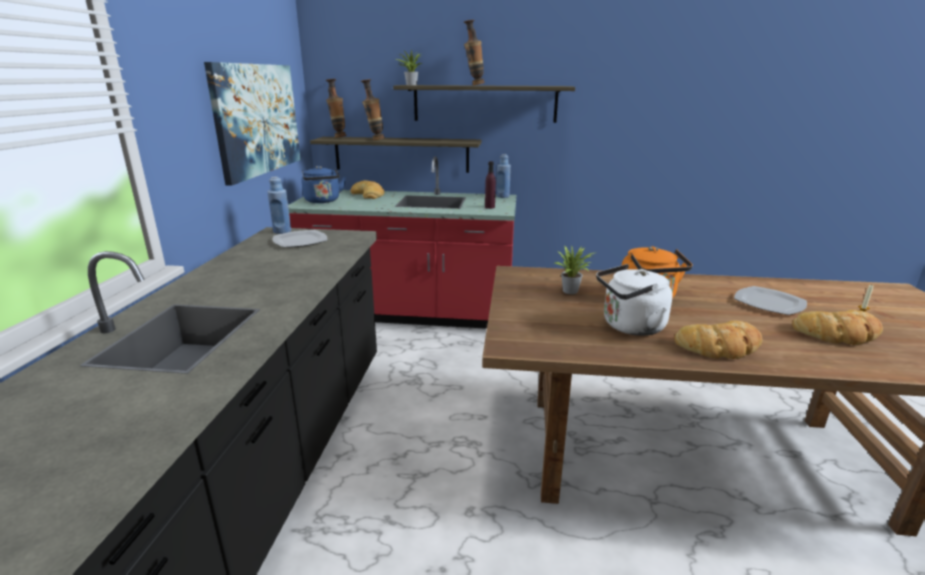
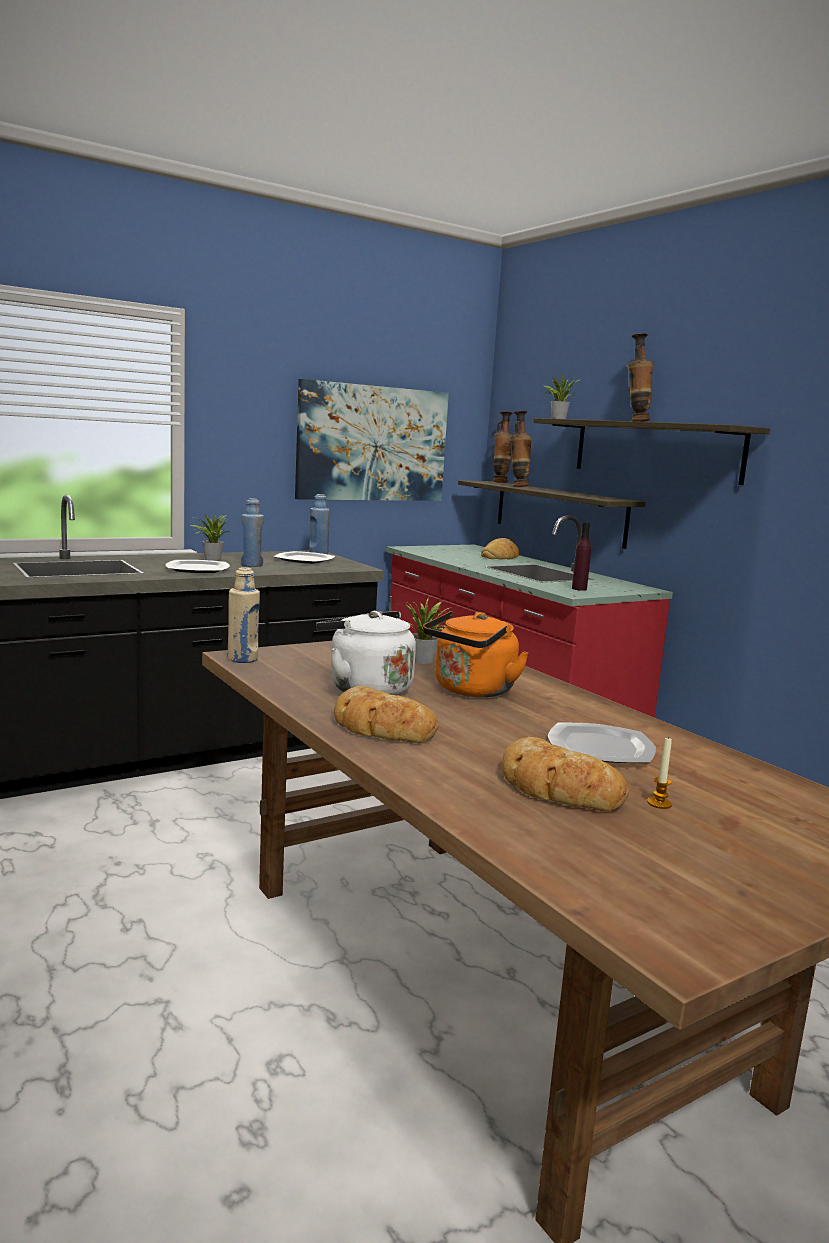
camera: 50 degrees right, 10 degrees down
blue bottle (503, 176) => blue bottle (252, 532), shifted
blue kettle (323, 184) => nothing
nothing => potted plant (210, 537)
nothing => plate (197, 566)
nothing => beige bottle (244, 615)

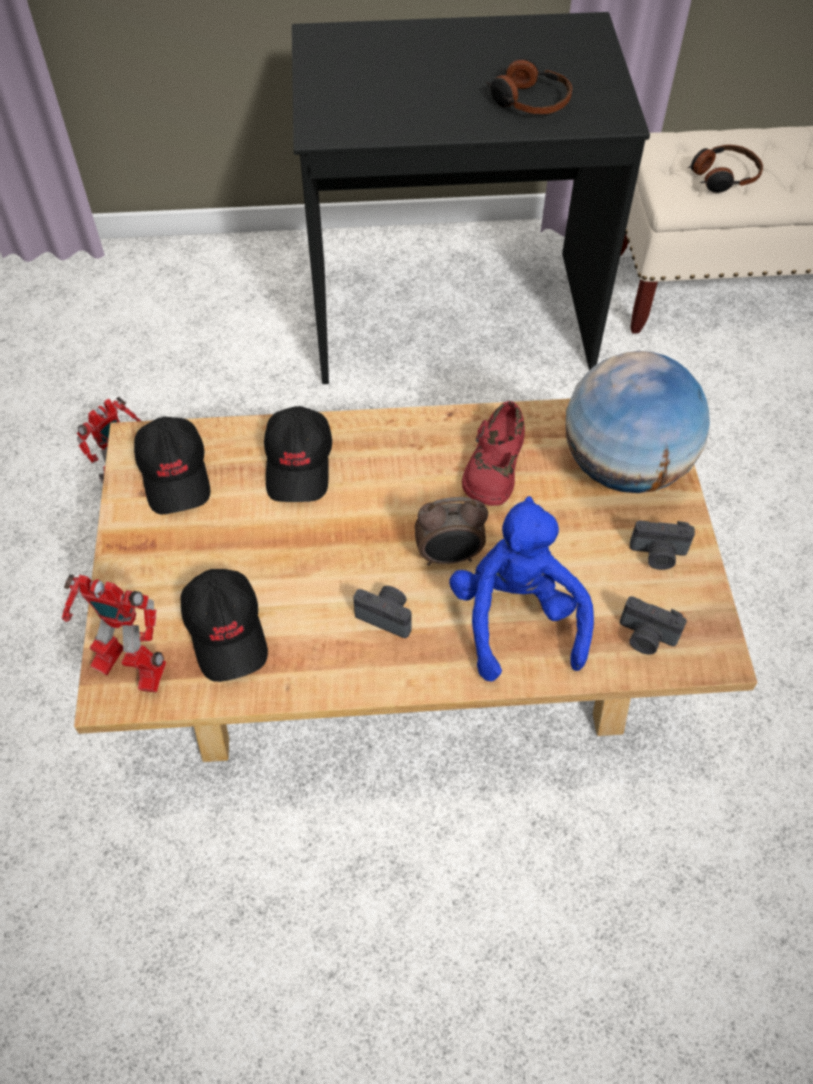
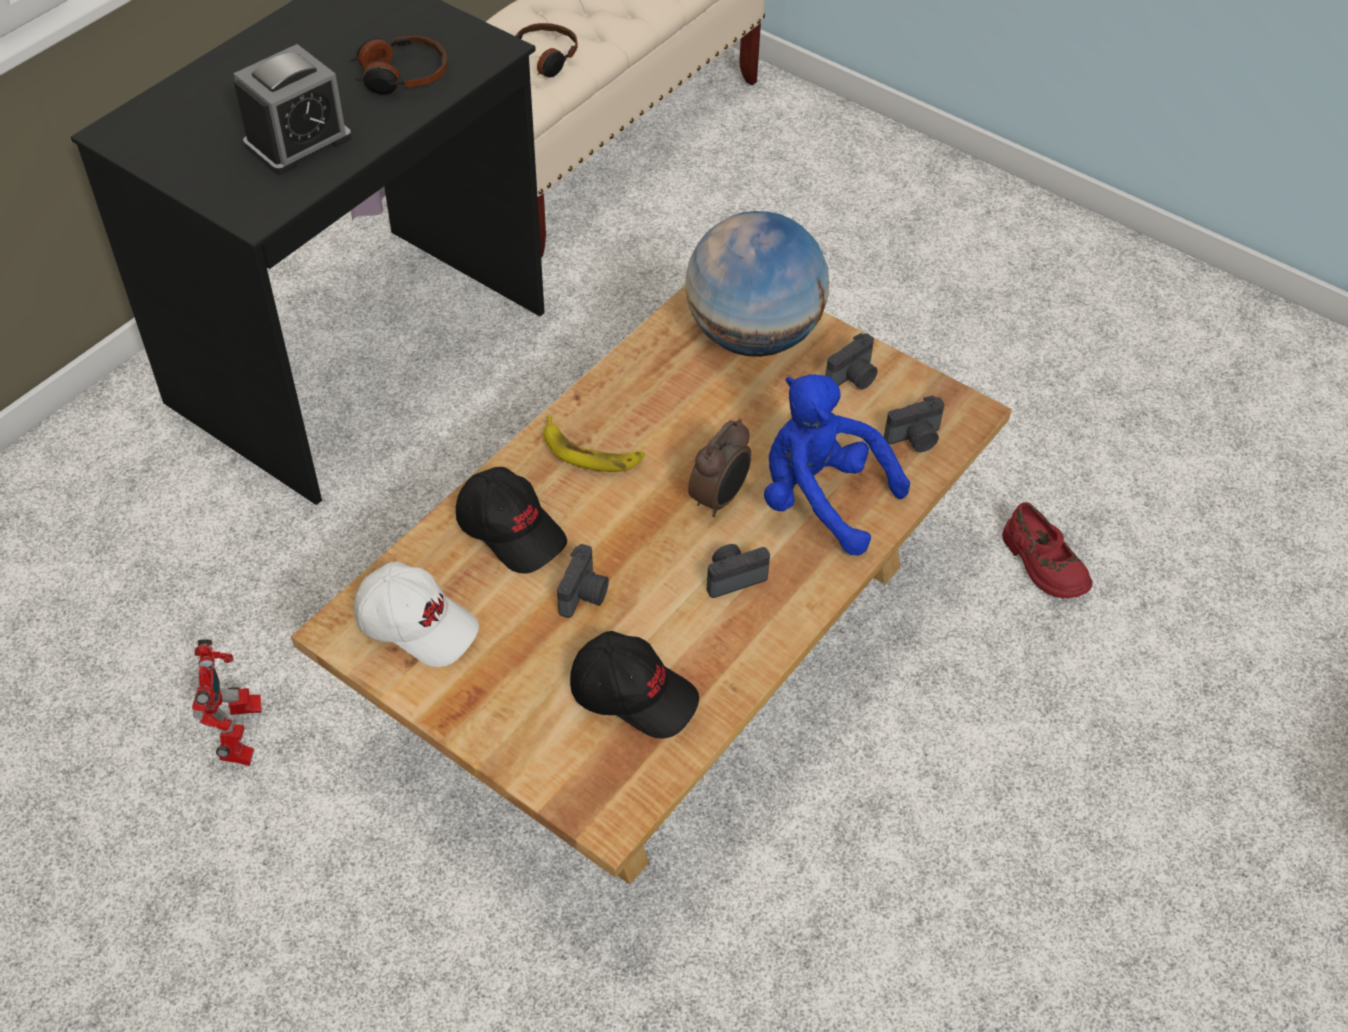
camera: 50 degrees left, 5 degrees down
red shoe (493, 453) => red shoe (1047, 550), shifted
black cap (172, 465) => white cap (416, 614)
toy robot (114, 633) => nothing
nothing => alarm clock (292, 109)
nothing => banana (594, 444)
nothing => photo camera (583, 581)

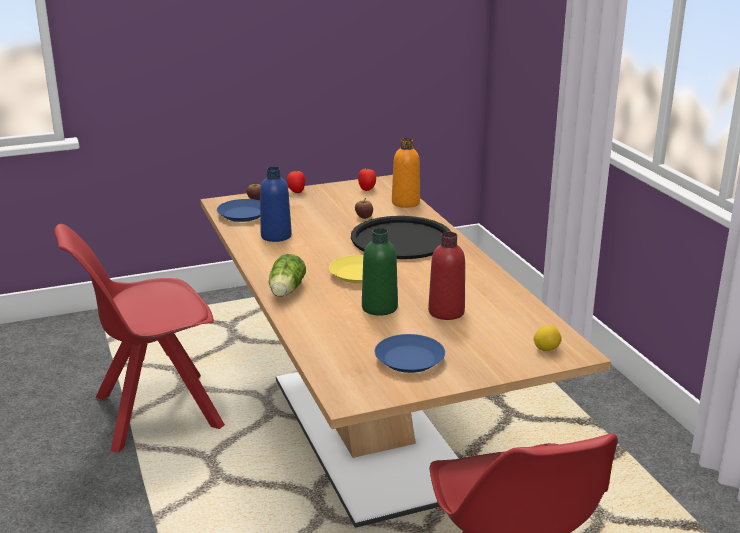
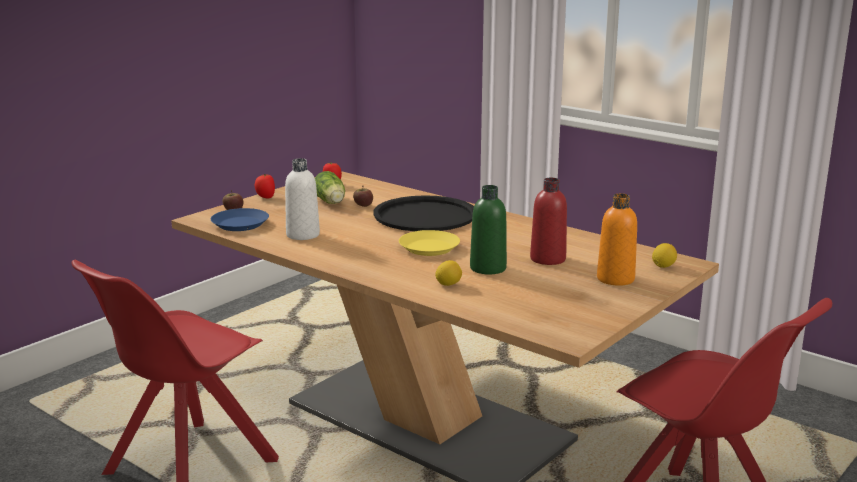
camera: 30 degrees left, 5 degrees down
orange bottle (406, 173) => orange bottle (617, 239), shifted
blue bottle (276, 204) => white bottle (302, 199)
lettuce (287, 275) => lettuce (330, 187), shifted
blue plate (410, 353) => nothing
nothing => lemon (448, 273)

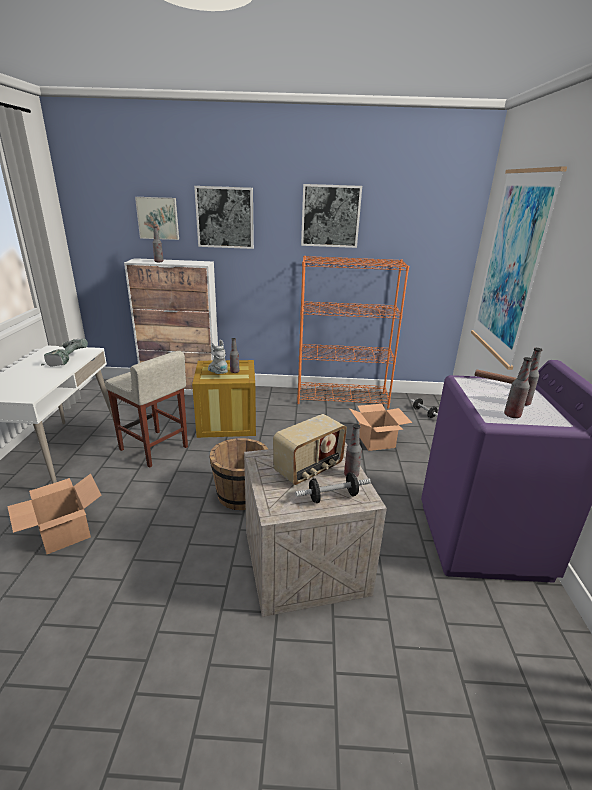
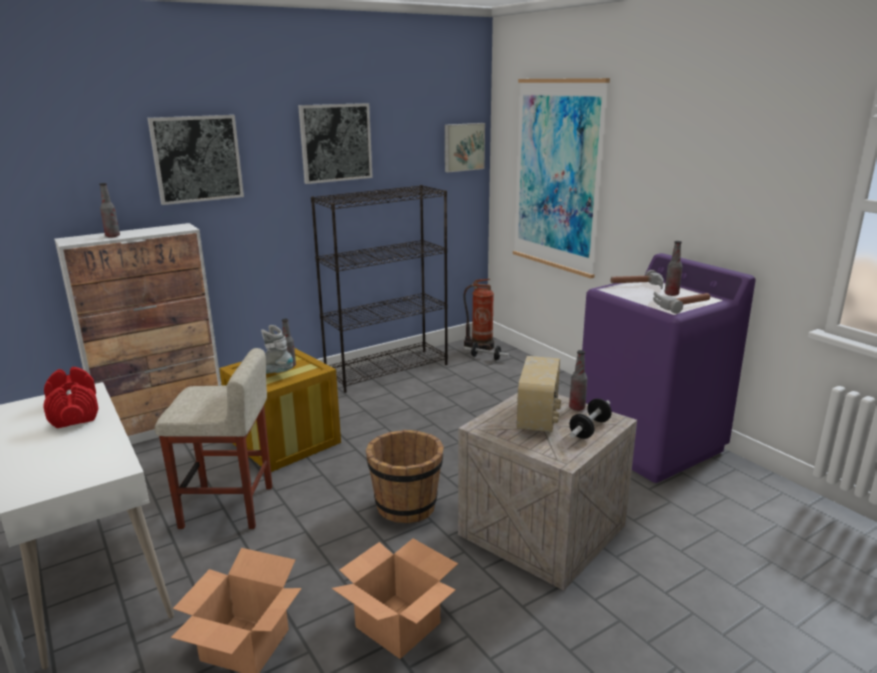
camera: 35 degrees left, 5 degrees down
picture (157, 218) => picture (465, 147), shifted
orange bookcase (353, 332) => black bookcase (379, 289)
power drill (64, 353) => red dumbbell (70, 397)
bottle (518, 387) => hammer (681, 303)
cardboard box (380, 427) => cardboard box (395, 598), shifted
nothing => fire extinguisher (479, 314)

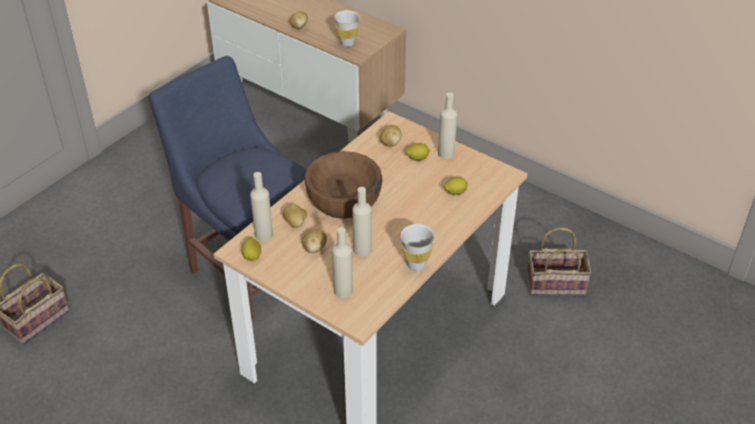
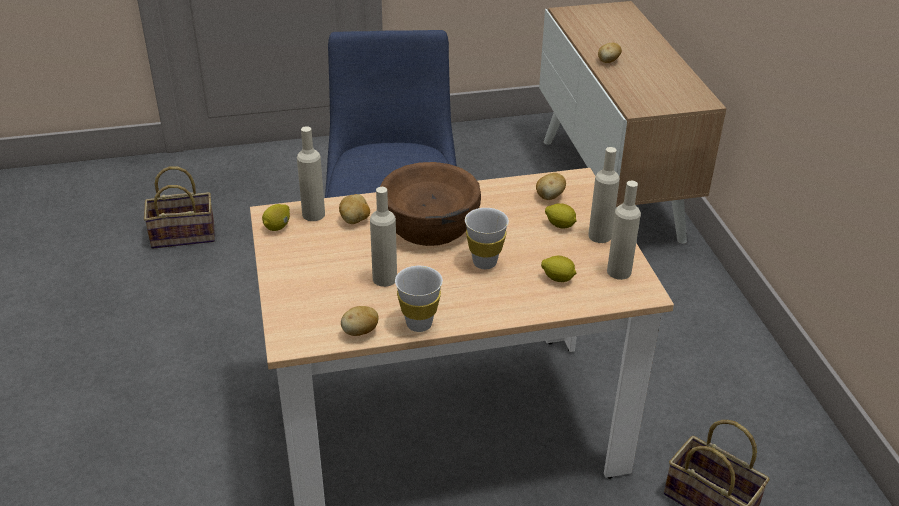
camera: 40 degrees right, 5 degrees down
white cup (347, 28) => white cup (487, 238), shifted
beige bottle (342, 262) => beige bottle (624, 230), shifted
potato (314, 241) => potato (360, 321), shifted

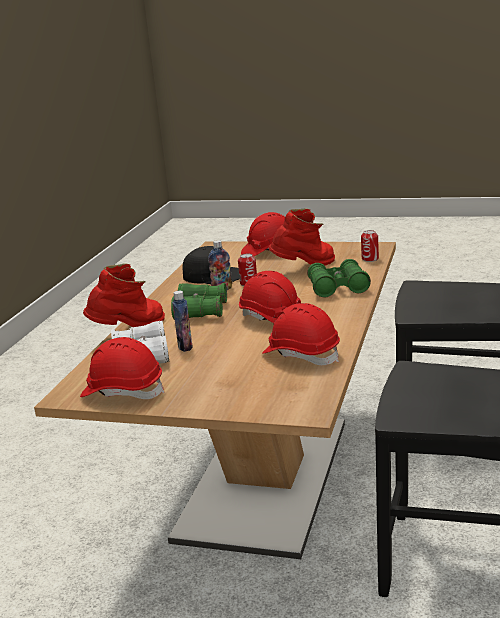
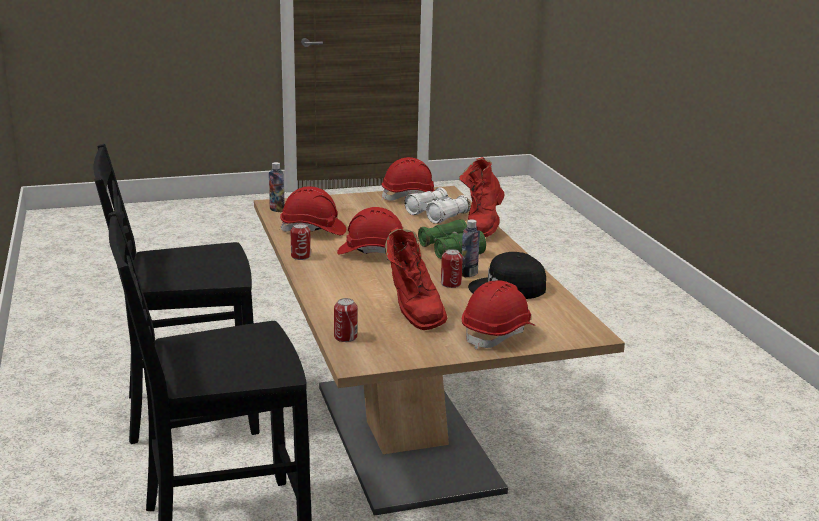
camera: 145 degrees right, 0 degrees up
red boot (302, 237) => red boot (416, 278), 45 degrees counterclockwise
green binoculars (339, 278) => nothing
bottle (182, 321) => bottle (277, 187), shifted
nothing => can (301, 242)

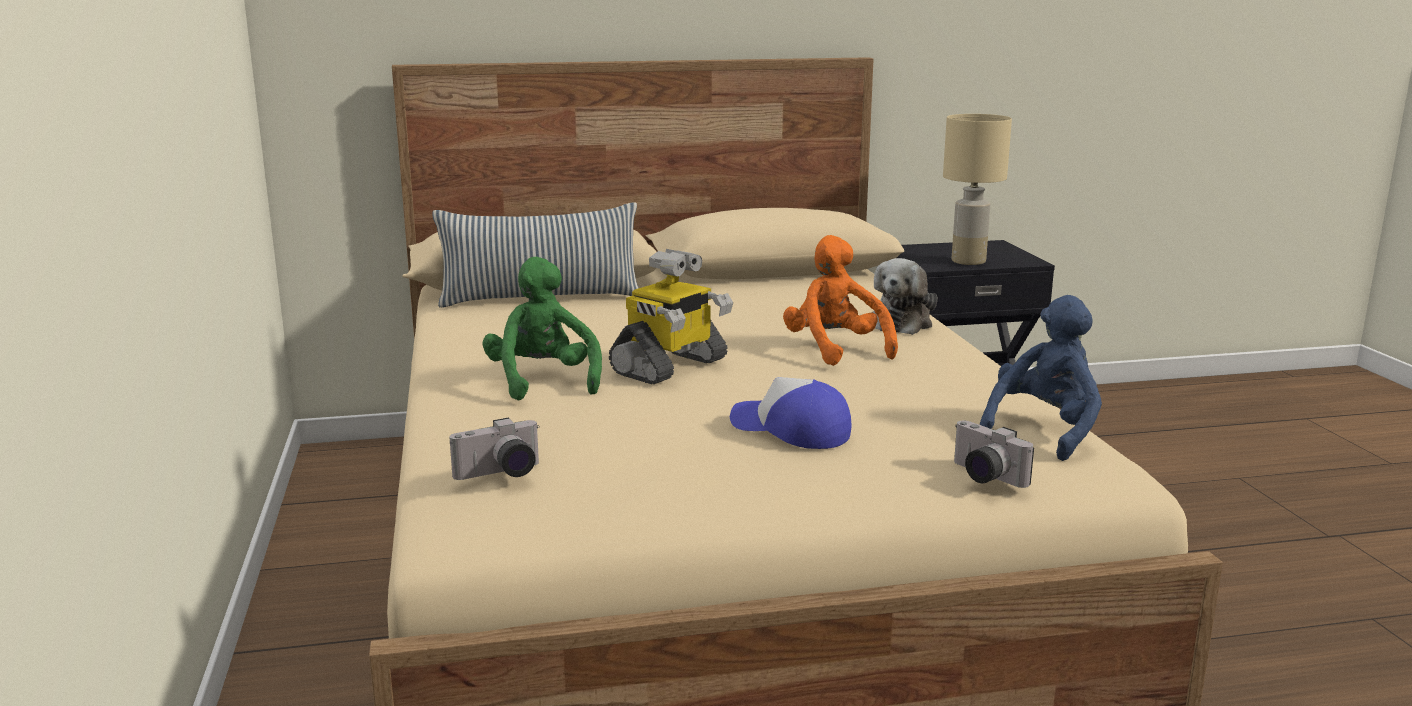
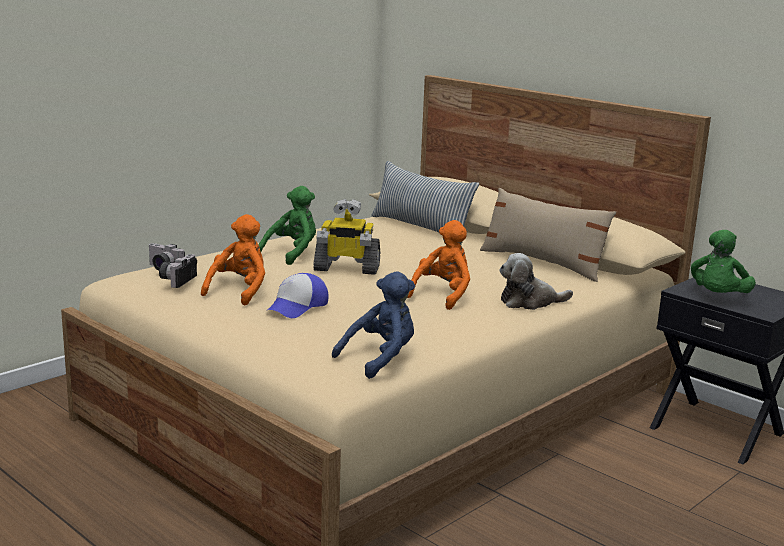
camera: 55 degrees right, 0 degrees up
beige table lamp (977, 189) => green plush toy (723, 261)
blue plush toy (1040, 378) => blue plush toy (373, 325), 45 degrees counterclockwise
cap (791, 413) => cap (297, 295), 150 degrees counterclockwise
photo camera (994, 454) => photo camera (178, 271), shifted
nothing => beige pillow (548, 235)
nothing => orange plush toy (233, 260)

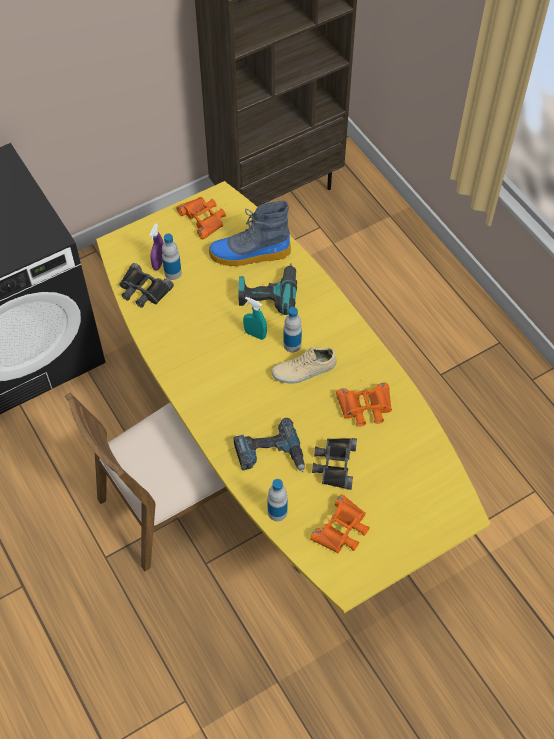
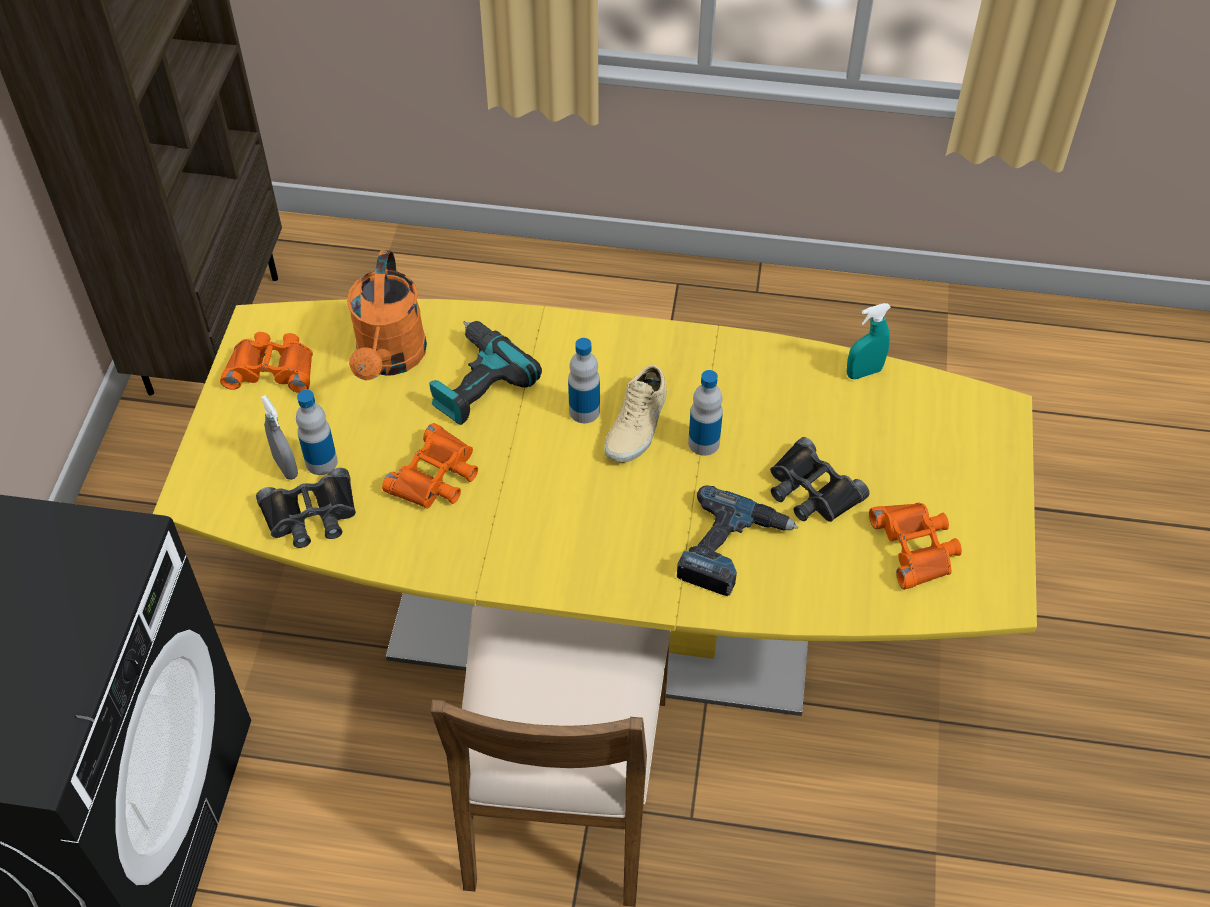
camera: 50 degrees left, 5 degrees down
boot (250, 233) => orange watering can (387, 315)
purple spray bottle (156, 246) => grey spray bottle (279, 437)
turquoise spray bottle (255, 318) => turquoise spray bottle (869, 341), shifted
orange binoculars (364, 405) => orange binoculars (430, 466), shifted
bottle (277, 500) => bottle (705, 413), shifted

